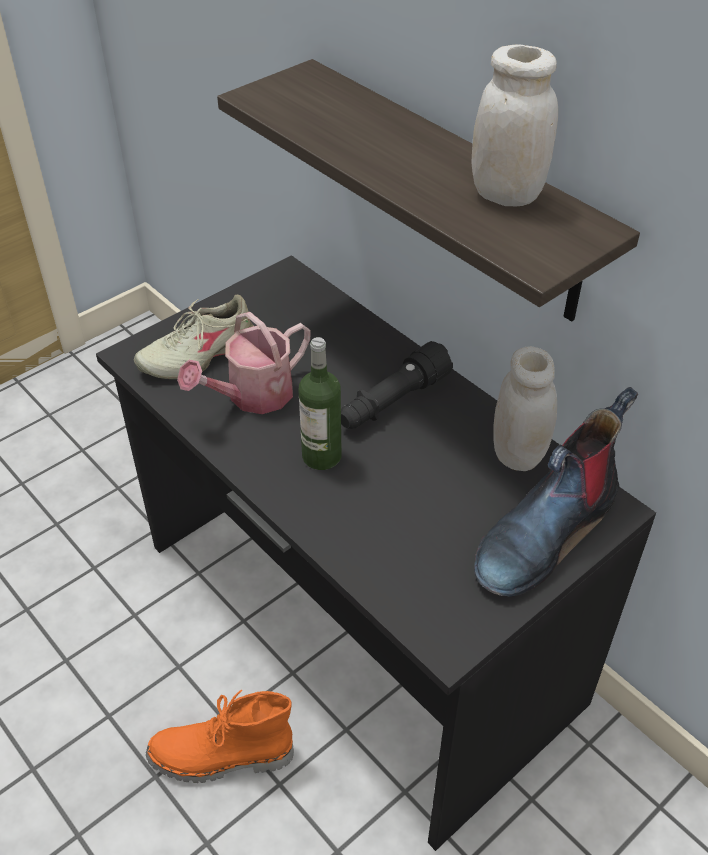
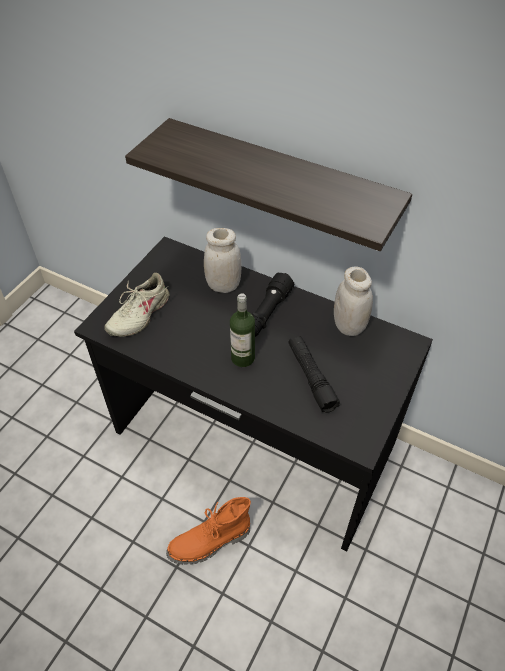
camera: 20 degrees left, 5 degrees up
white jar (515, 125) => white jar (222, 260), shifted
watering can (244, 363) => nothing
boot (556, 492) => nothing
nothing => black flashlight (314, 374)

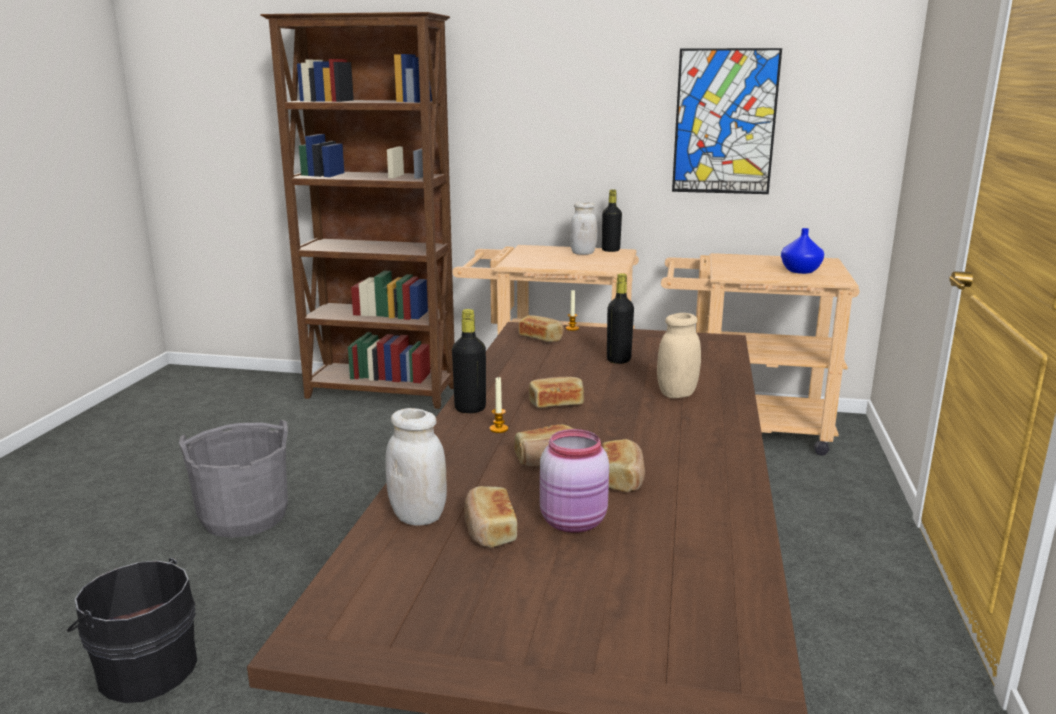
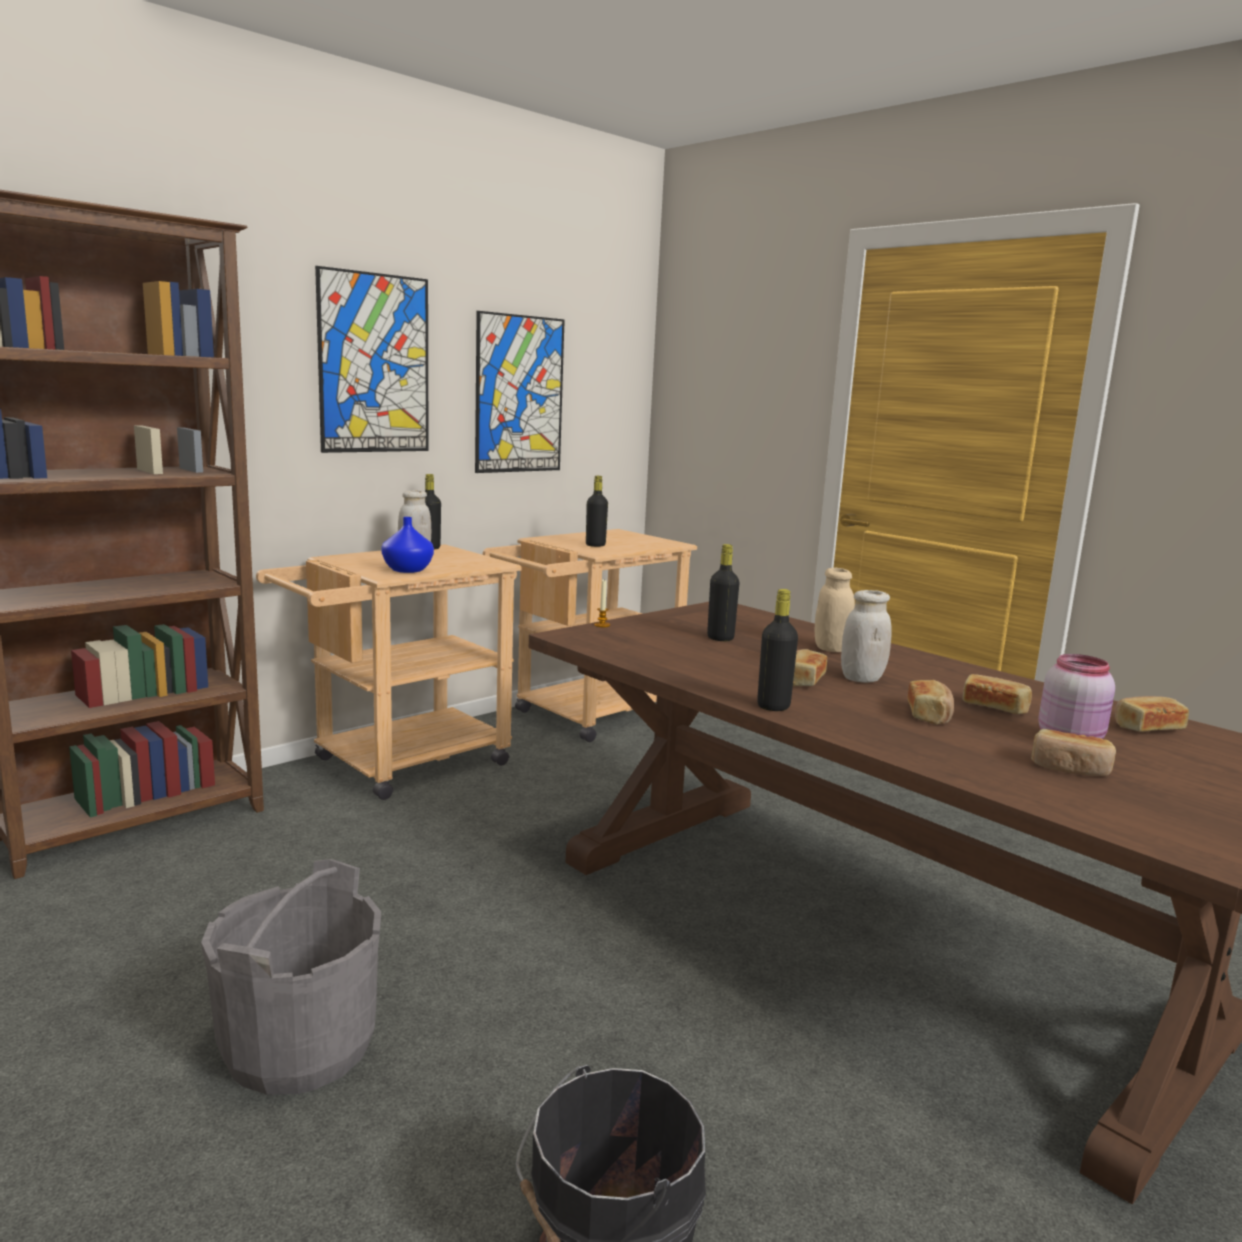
camera: 55 degrees left, 5 degrees down
blue vase (802, 251) => blue vase (407, 545), shifted
bread (541, 328) => bread (1152, 714), shifted
candle (498, 405) => nothing
white jar (416, 467) => white jar (866, 636), shifted
nothing => picture (372, 359)
nothing => black bottle (597, 511)

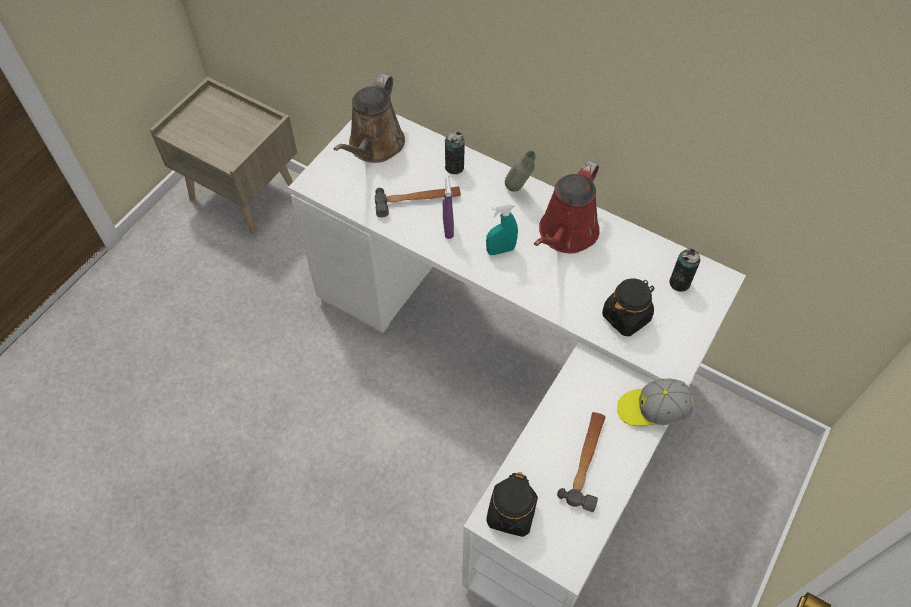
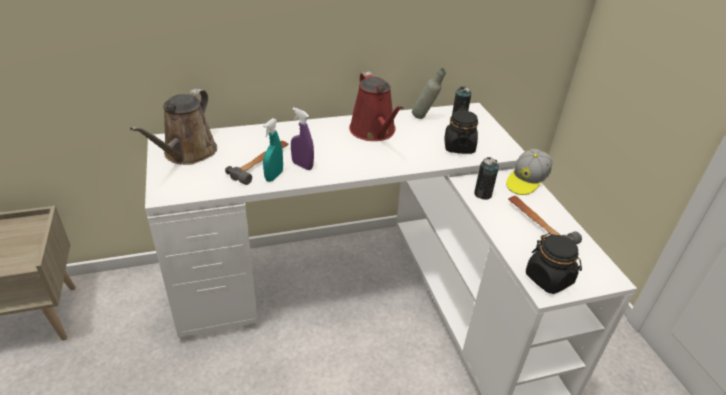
camera: 50 degrees left, 20 degrees down
brown watering can (369, 118) => brown watering can (173, 127), 45 degrees clockwise
can (455, 152) => can (486, 178), shifted
grey bottle (520, 171) => grey bottle (429, 93), shifted
turquoise spray bottle (502, 229) => turquoise spray bottle (273, 150), shifted

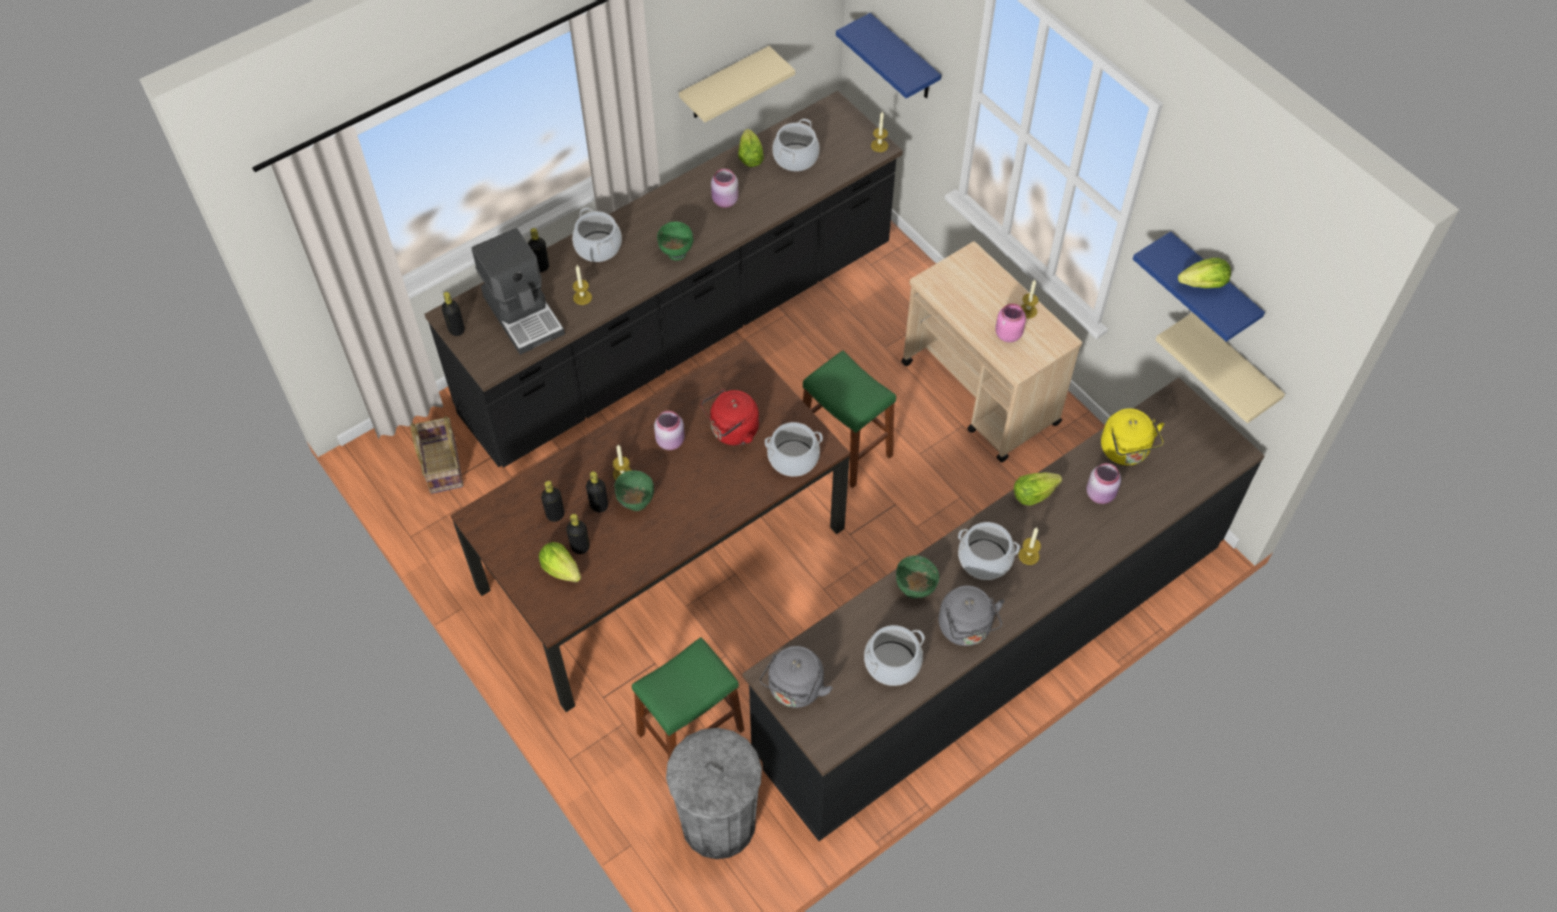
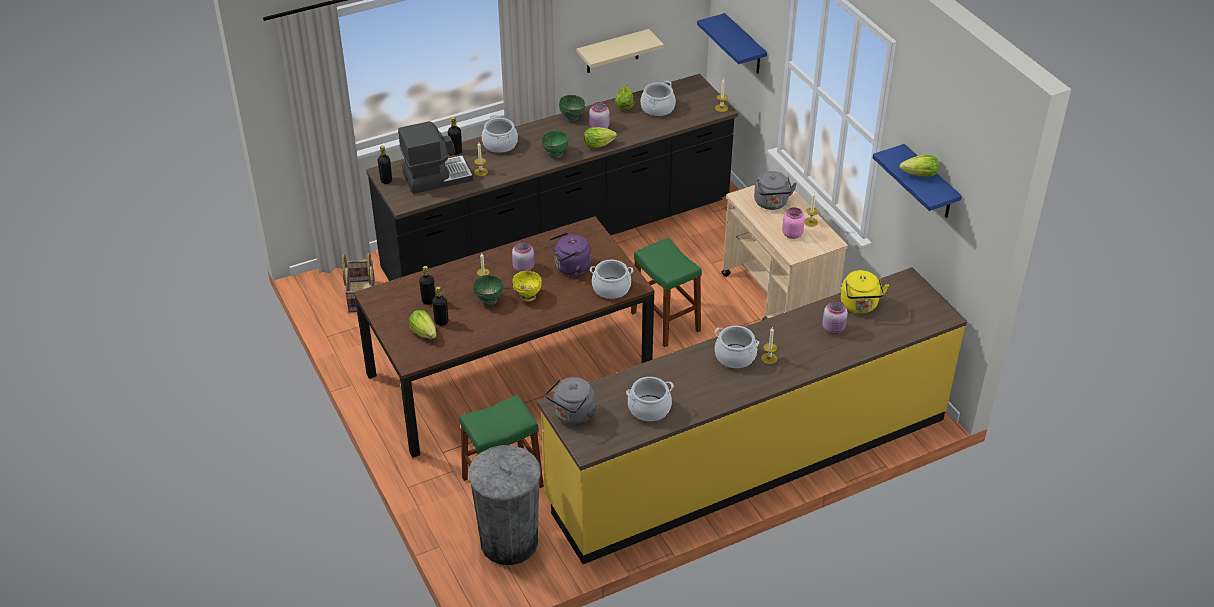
camera: 10 degrees right, 15 degrees down
coffee machine (518, 291) => coffee machine (435, 157), 90 degrees counterclockwise
beige shelf (1220, 367) => nothing
black counter (1003, 609) => yellow counter (752, 415)
red kettle (730, 417) => purple kettle (570, 254)
black bottle (597, 491) => nothing
lettuce (1038, 488) => lettuce (600, 137), shifted
green bowl (917, 576) => green bowl (572, 108), shifted
grey kettle (972, 616) => grey kettle (775, 190), shifted
nothing => yellow bowl (527, 286)

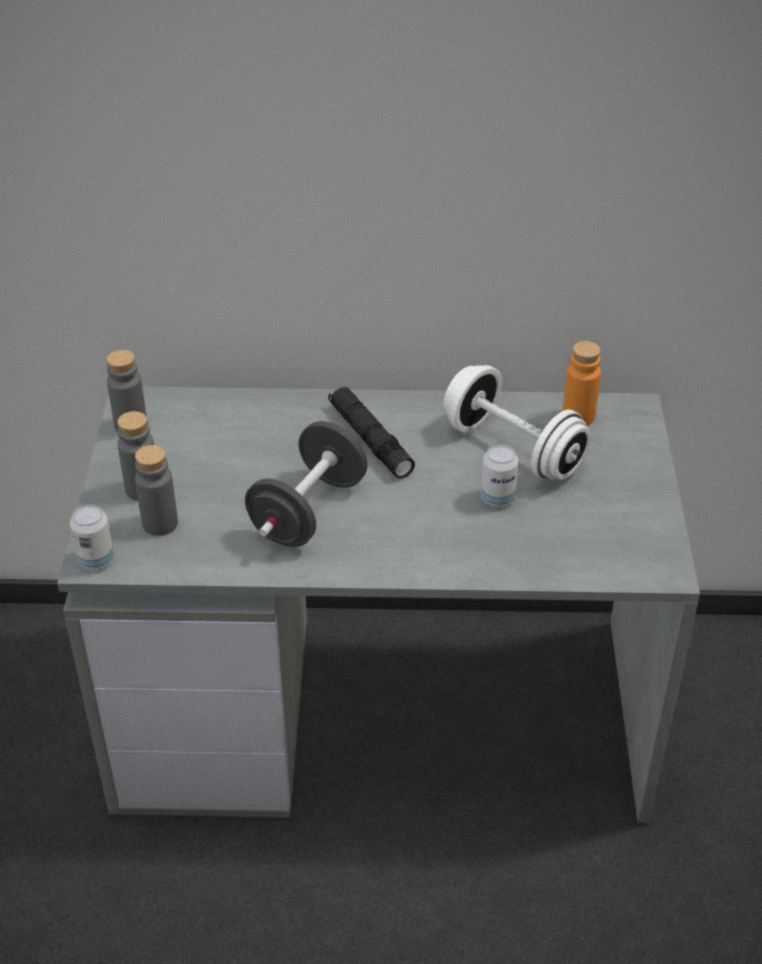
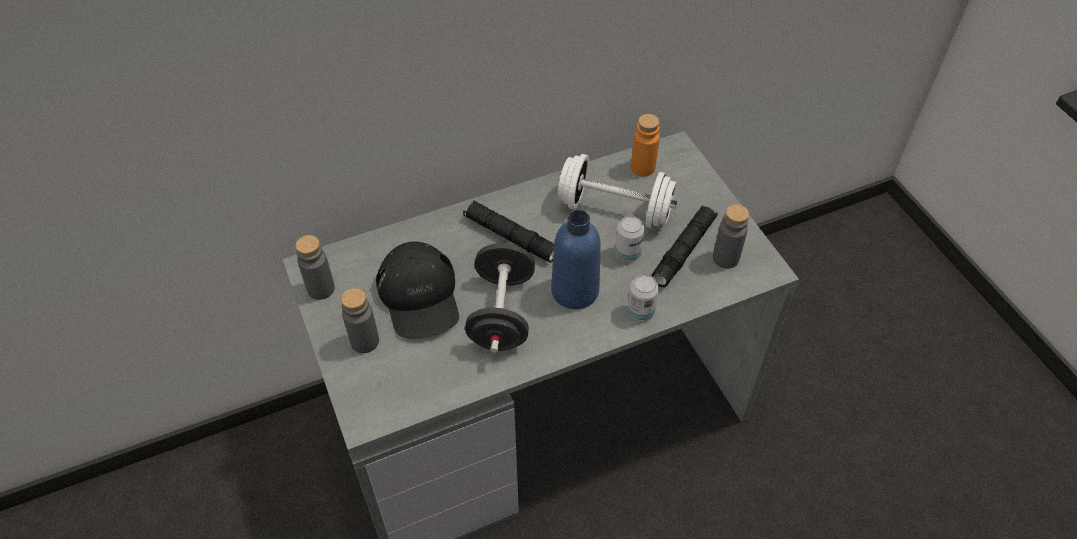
camera: 25 degrees left, 10 degrees up
grey bottle (156, 490) => grey bottle (731, 236), shifted
can (92, 537) => can (643, 297), shifted
nothing => black flashlight (684, 246)
nothing => blue bottle (576, 259)
nothing => black cap (417, 290)

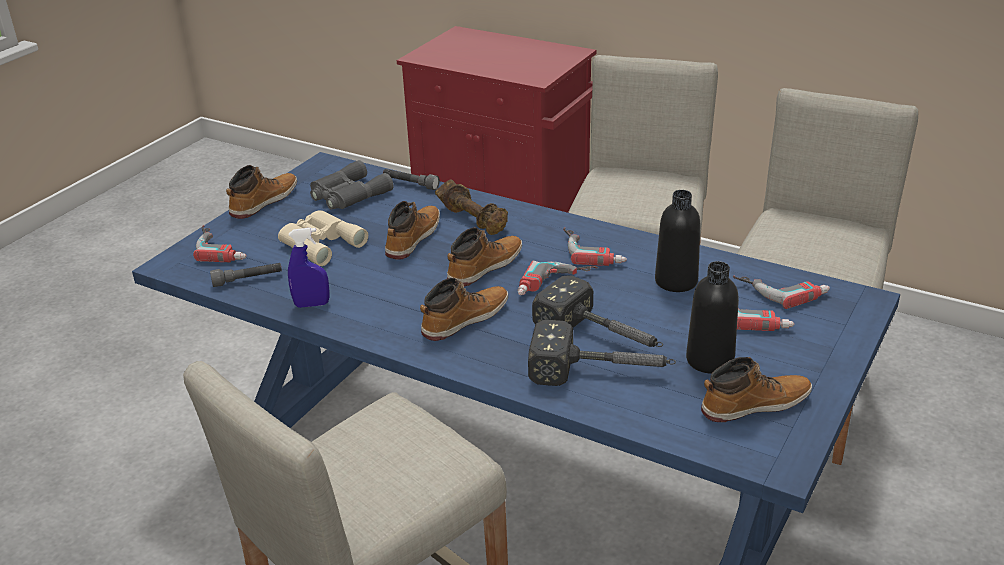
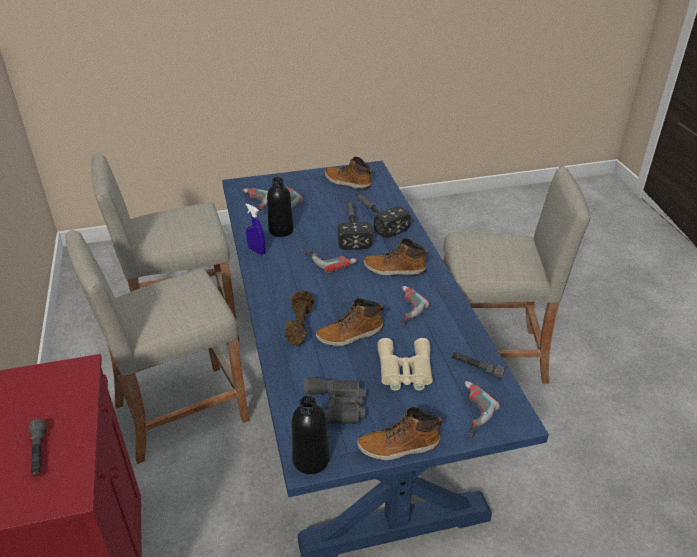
camera: 135 degrees left, 5 degrees up
grey flashlight (411, 179) => grey flashlight (37, 448), shifted
boot (484, 256) => nothing
power drill (595, 246) => power drill (414, 307), shifted
blue spray bottle (308, 268) => blue spray bottle (255, 229), shifted
black bottle (712, 317) => black bottle (310, 435), shifted

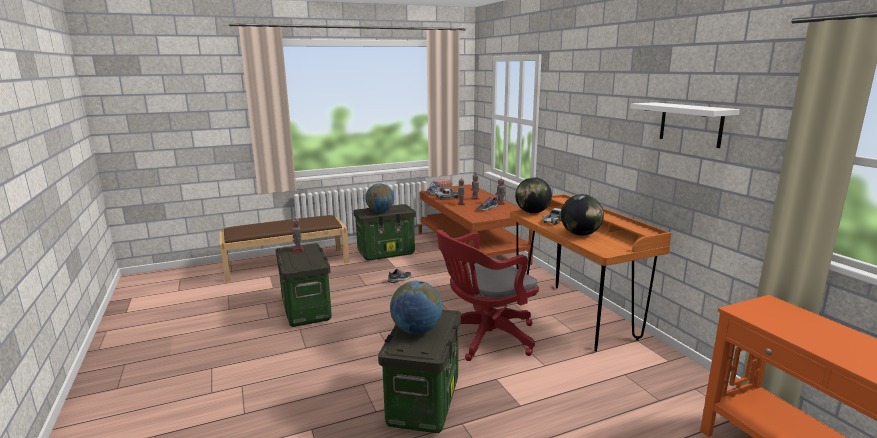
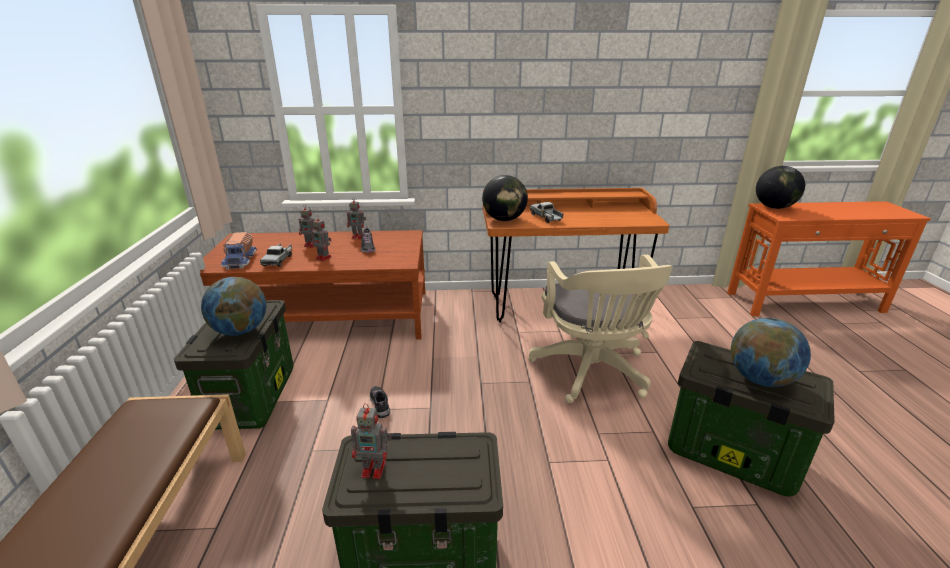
camera: 70 degrees left, 10 degrees up
white shelf (685, 125) => nothing
globe (582, 215) => globe (780, 187), shifted
red office chair (487, 295) => beige office chair (600, 329)

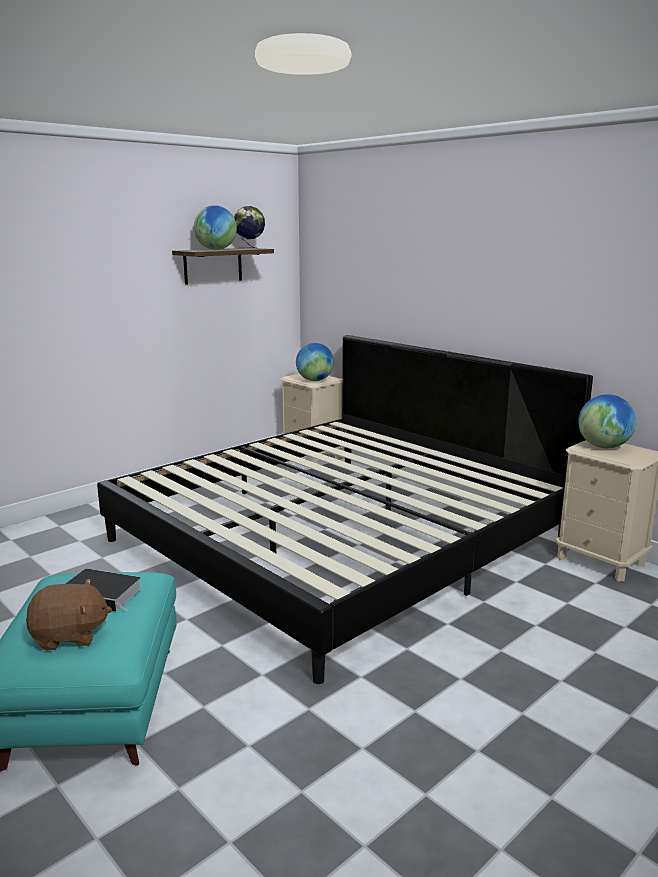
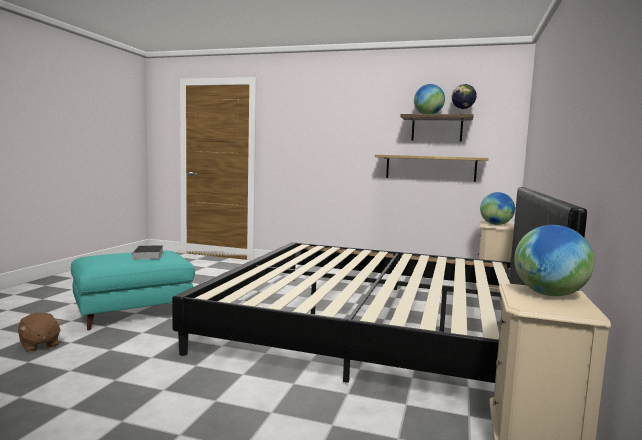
camera: 60 degrees right, 10 degrees down
brown plush toy (69, 615) => brown plush toy (40, 332), shifted
nothing => shelf (432, 168)

